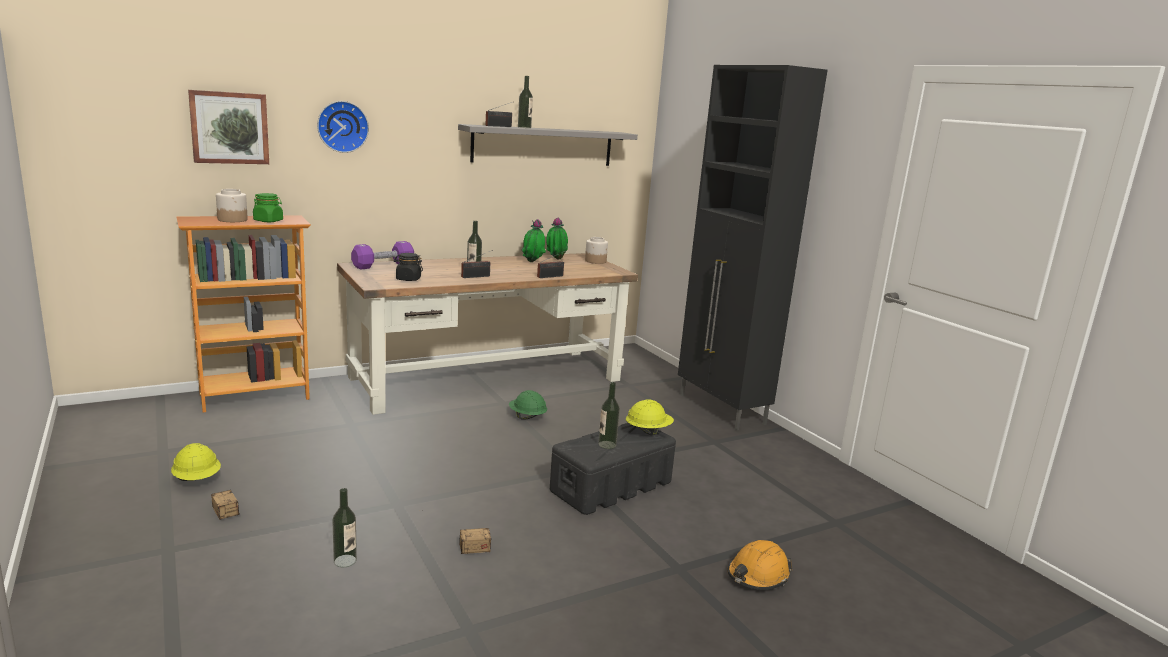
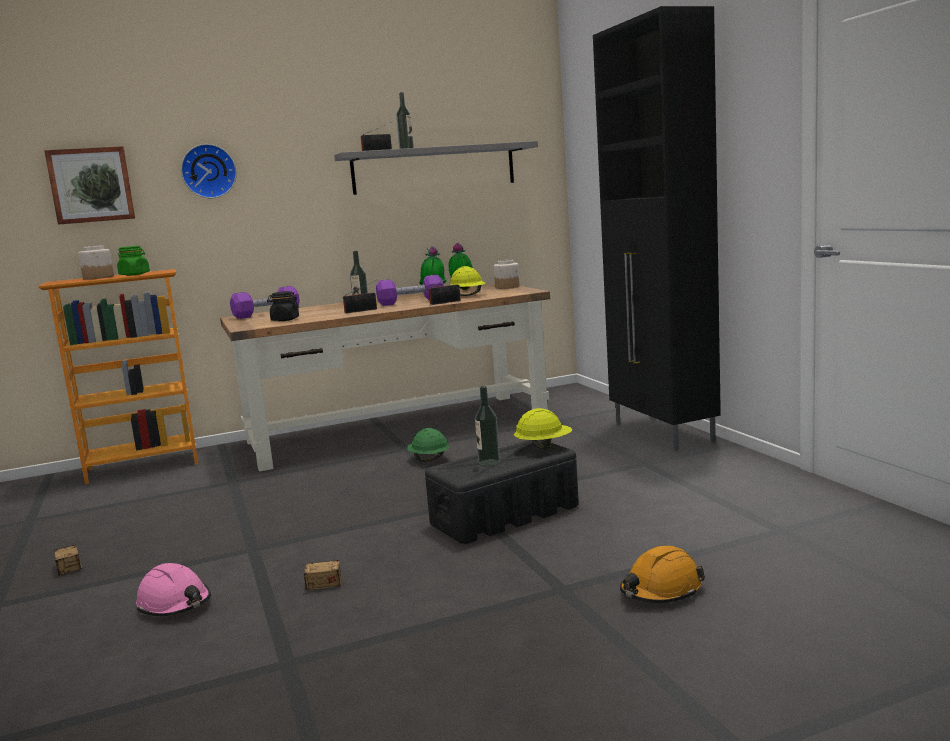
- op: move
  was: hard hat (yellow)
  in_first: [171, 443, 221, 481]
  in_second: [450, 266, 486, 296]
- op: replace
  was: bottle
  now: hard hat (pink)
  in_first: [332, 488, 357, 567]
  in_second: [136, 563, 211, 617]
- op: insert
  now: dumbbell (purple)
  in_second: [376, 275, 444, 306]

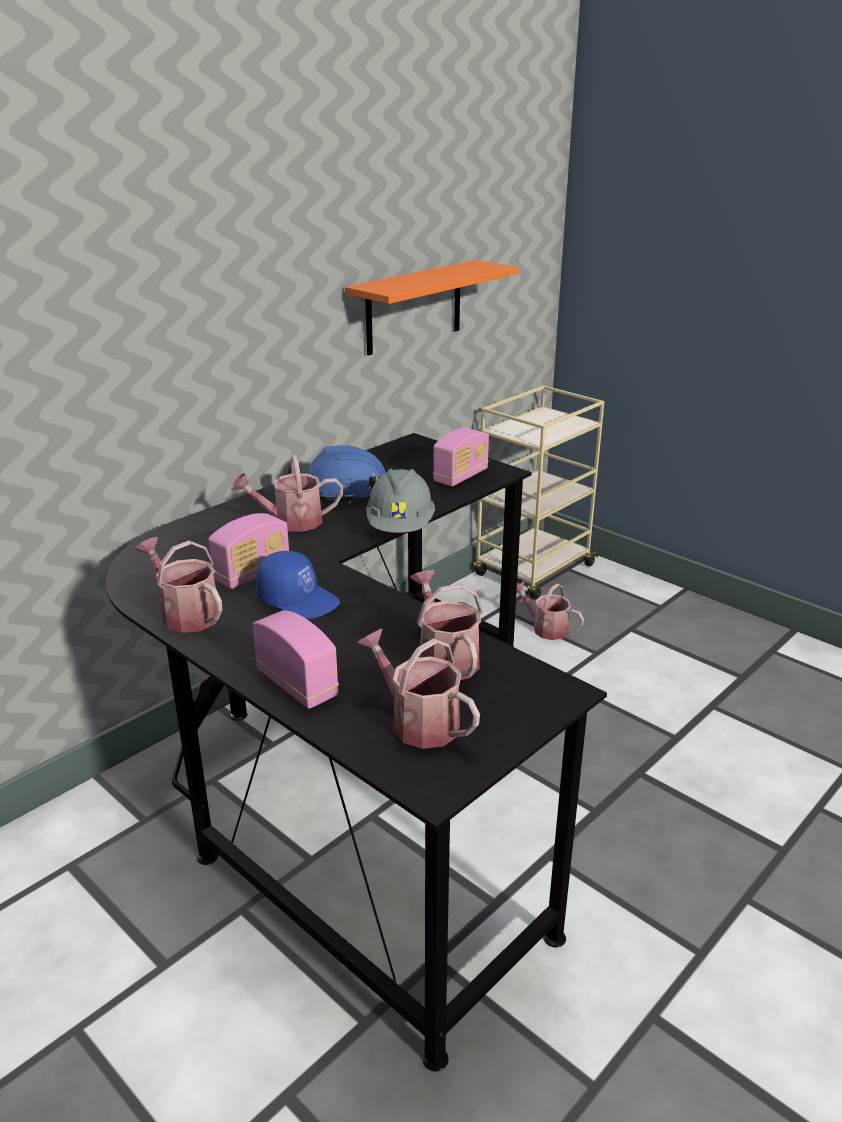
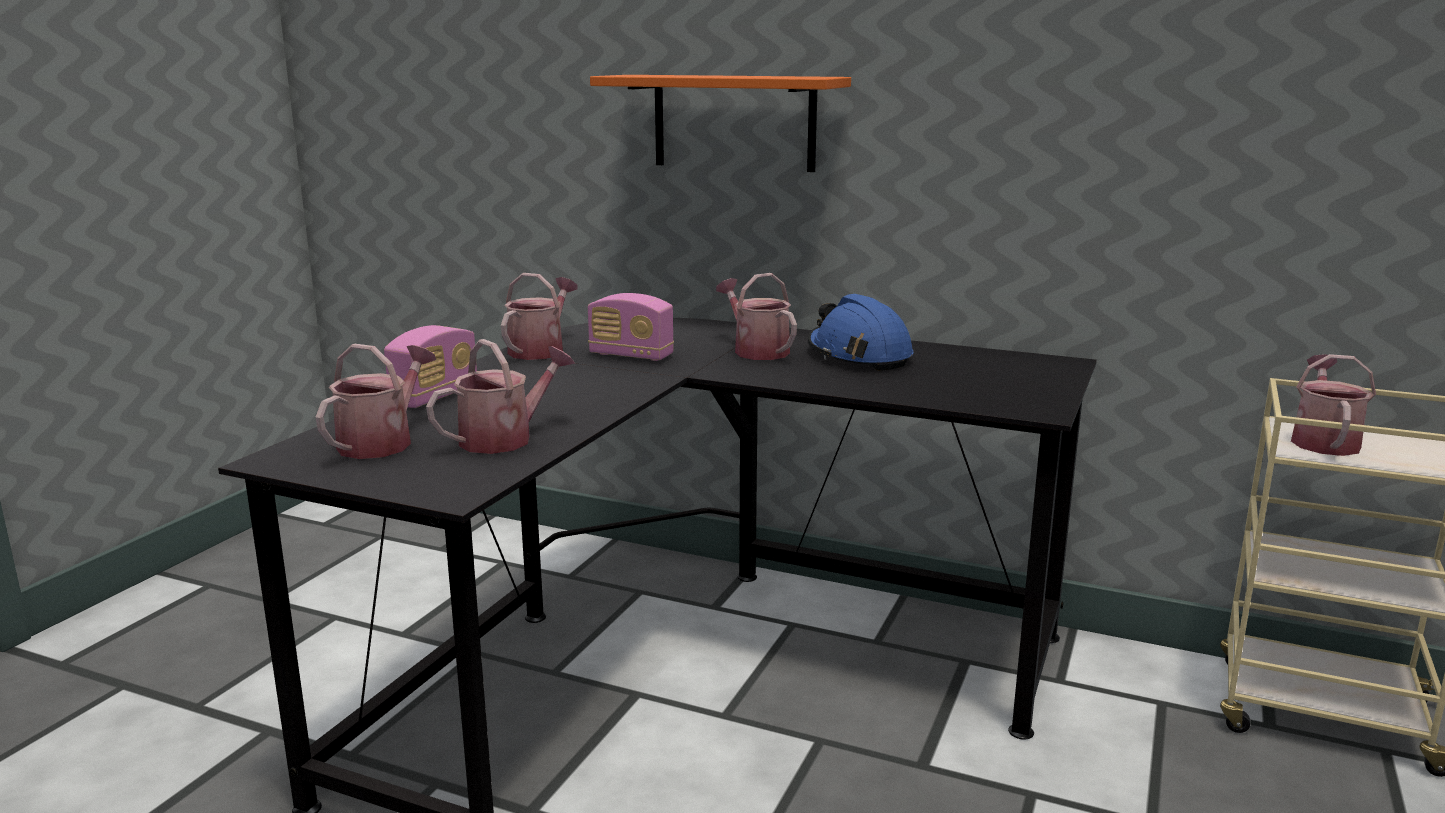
- op: move
  was: shelf (orange)
  in_first: [345, 260, 519, 356]
  in_second: [590, 75, 851, 172]
- op: delete
  was: radio
  in_first: [433, 428, 489, 486]
- op: delete
  was: hard hat (grey)
  in_first: [366, 469, 435, 533]
- op: delete
  was: cap (blue)
  in_first: [256, 551, 340, 619]
- op: move
  was: watering can
  in_first: [517, 581, 584, 640]
  in_second: [1291, 354, 1376, 456]

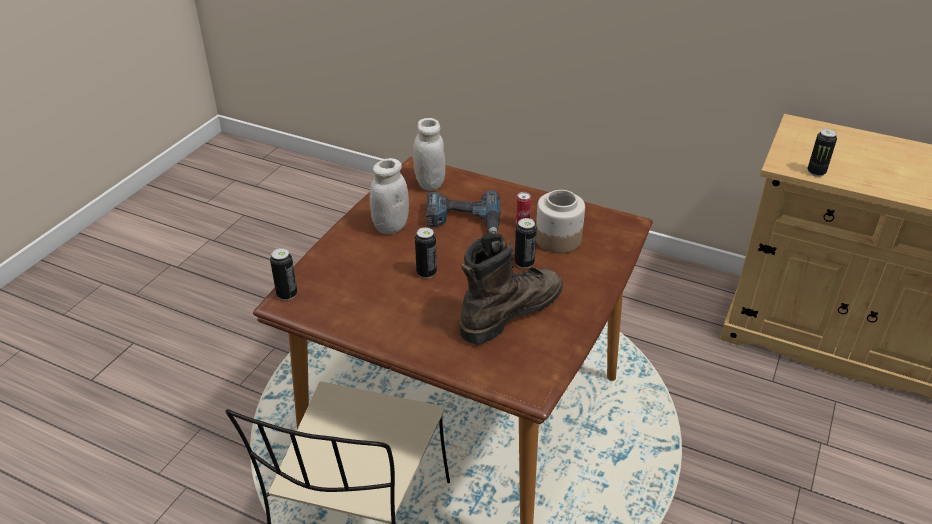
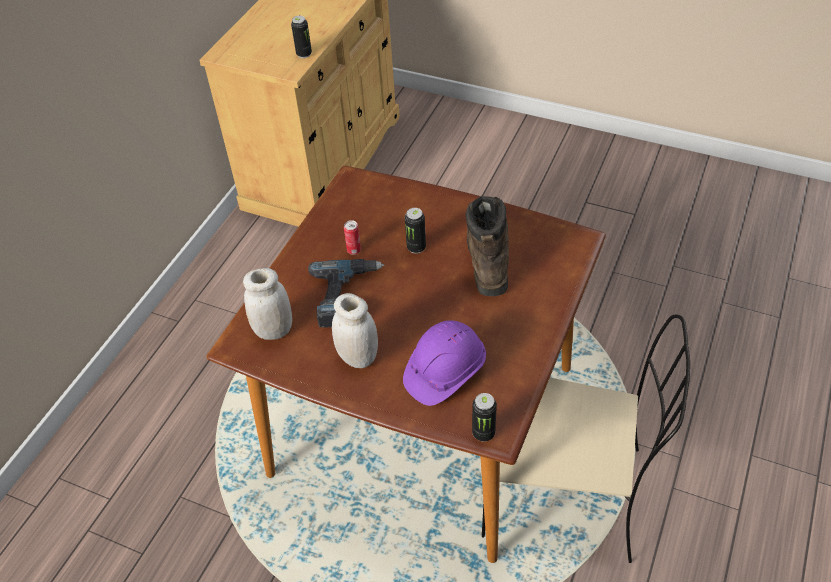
- op: delete
  was: jar
  in_first: [536, 190, 585, 253]
- op: delete
  was: can
  in_first: [415, 227, 437, 278]
- op: rotate
  was: boot (brown)
  in_first: [459, 233, 563, 345]
  in_second: [466, 196, 509, 296]
  clockwise: 45
- op: insert
  now: hard hat (purple)
  in_second: [403, 320, 486, 406]

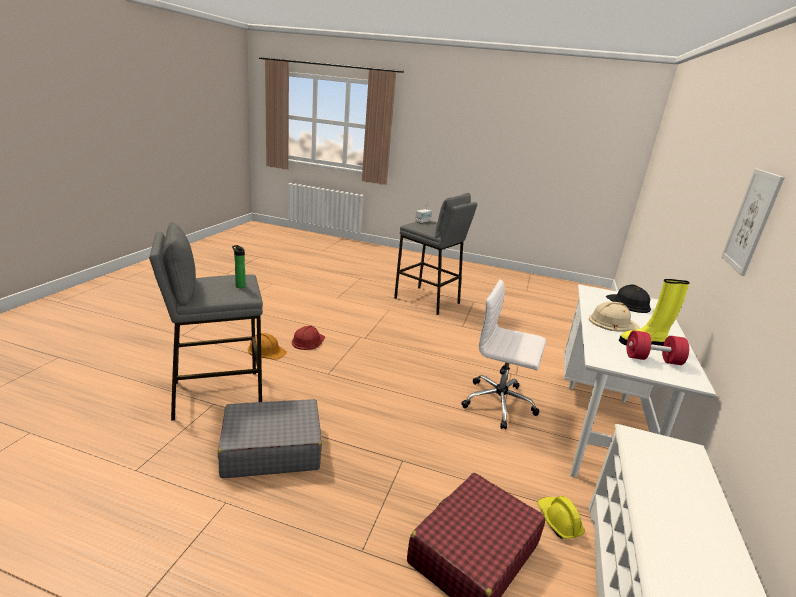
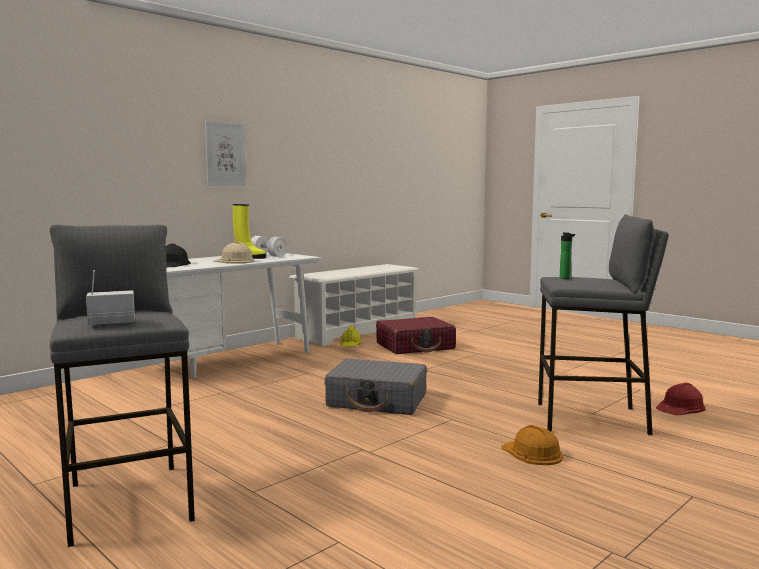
- op: delete
  was: office chair (white)
  in_first: [461, 279, 546, 429]
- op: move
  was: hard hat (red)
  in_first: [292, 325, 325, 350]
  in_second: [656, 383, 706, 415]
- op: recolor
  was: dumbbell (red)
  now: dumbbell (white)
  in_first: [627, 330, 689, 365]
  in_second: [251, 236, 287, 257]
- op: move
  was: suitcase (grey)
  in_first: [218, 399, 322, 478]
  in_second: [325, 358, 427, 415]

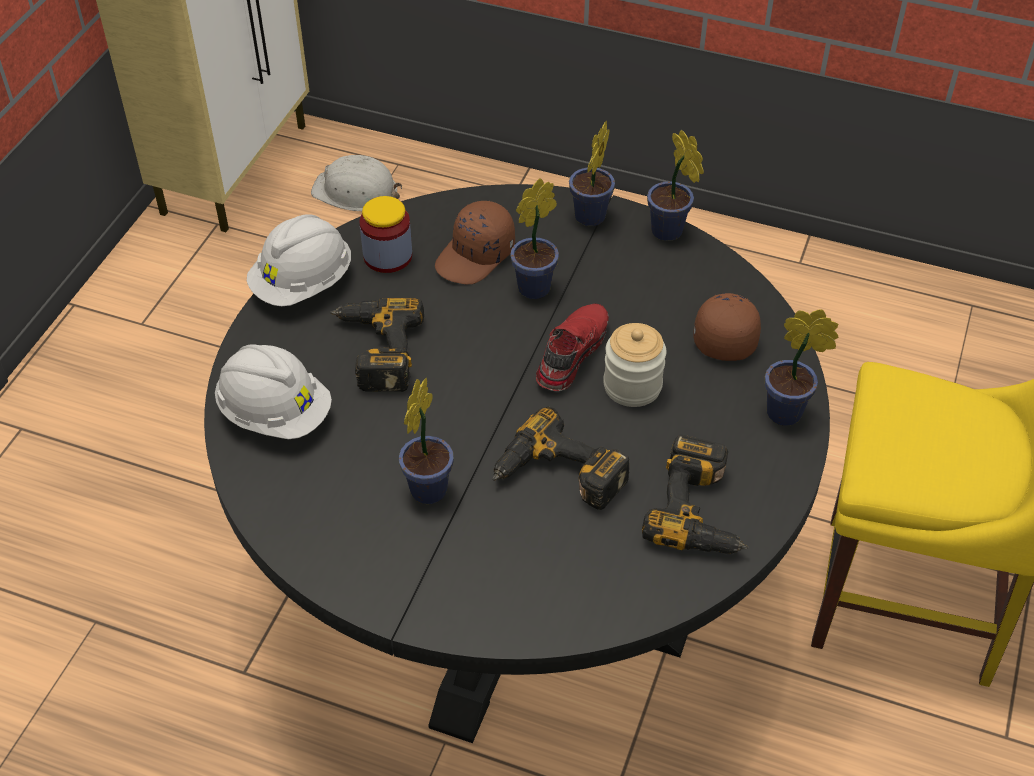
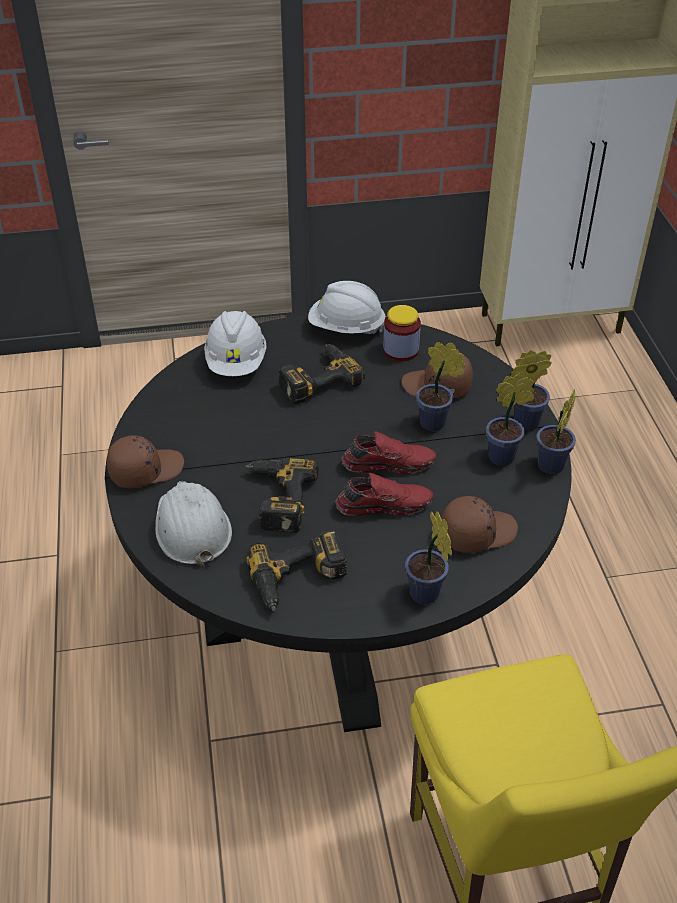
- op: move
  was: hard hat (white)
  in_first: [311, 155, 402, 212]
  in_second: [155, 481, 232, 567]
- op: replace
  was: jar
  now: shoe (red)
  in_first: [603, 323, 666, 407]
  in_second: [335, 473, 434, 516]
- op: move
  was: potted plant
  in_first: [399, 378, 454, 504]
  in_second: [486, 372, 534, 466]
- op: insert
  now: cap (brown)
  in_second: [107, 435, 184, 488]

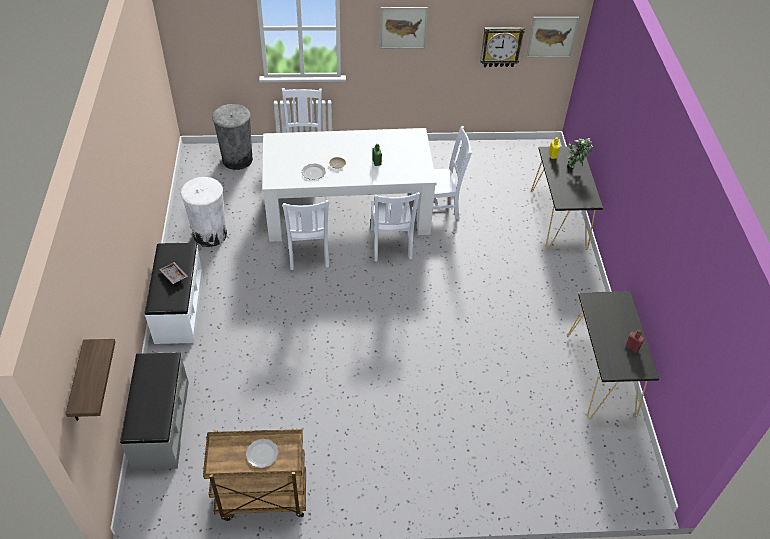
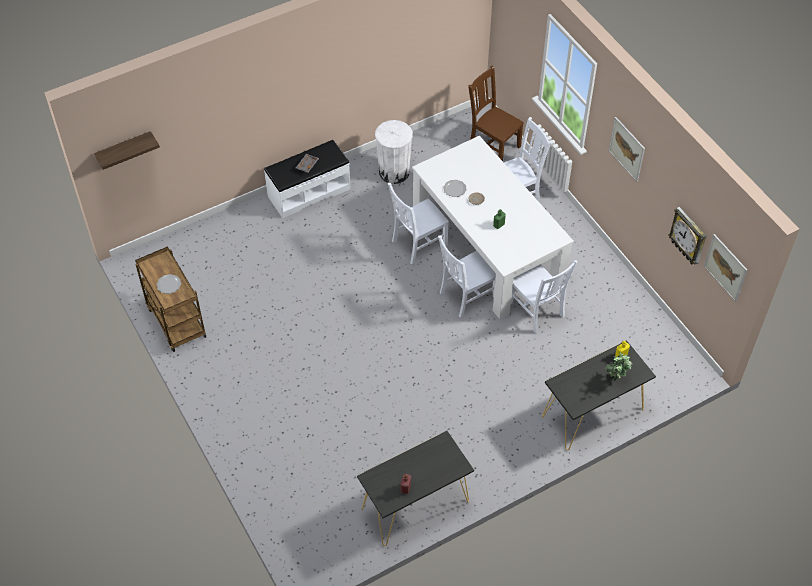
- op: replace
  was: trash can (grey)
  now: chair (brown)
  in_first: [212, 104, 253, 170]
  in_second: [468, 65, 524, 161]
- op: delete
  was: bench (grey)
  in_first: [120, 352, 189, 470]

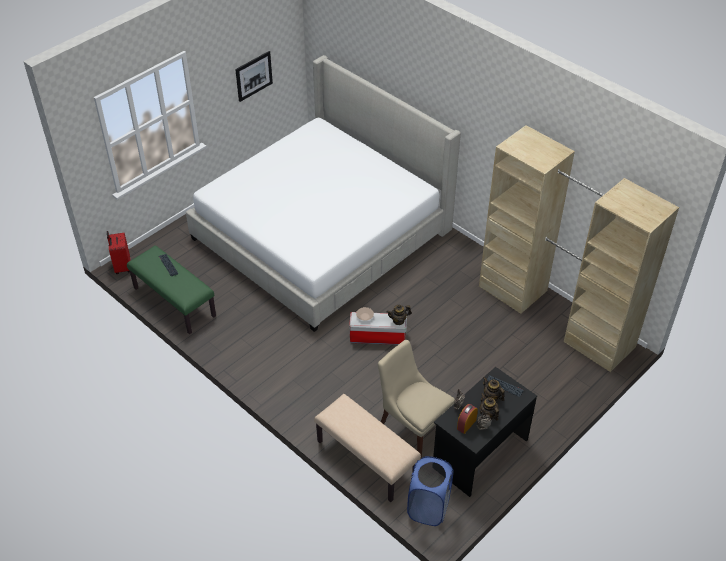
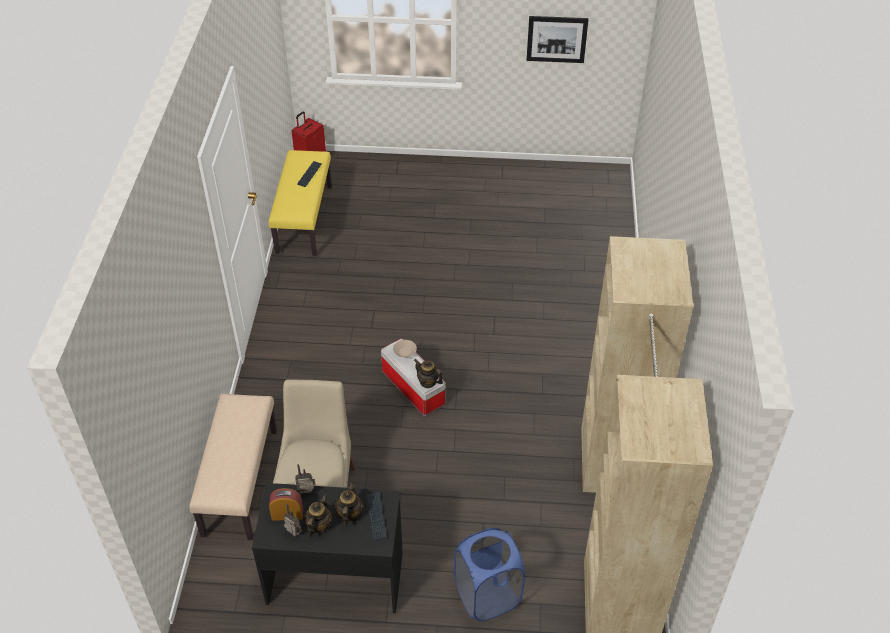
- op: delete
  was: bed
  in_first: [186, 55, 461, 332]
- op: recolor
  was: bench (green)
  now: bench (yellow)
  in_first: [127, 245, 216, 335]
  in_second: [268, 150, 332, 256]
- op: move
  was: laundry basket (blue)
  in_first: [407, 456, 453, 526]
  in_second: [454, 528, 525, 621]

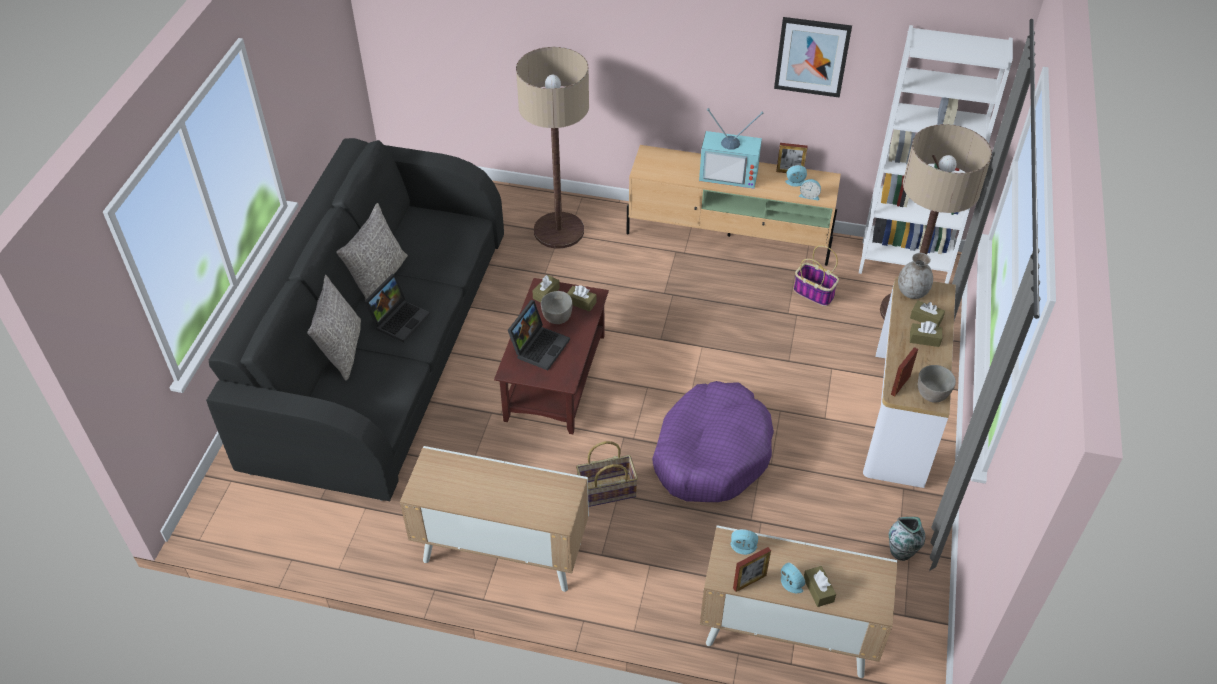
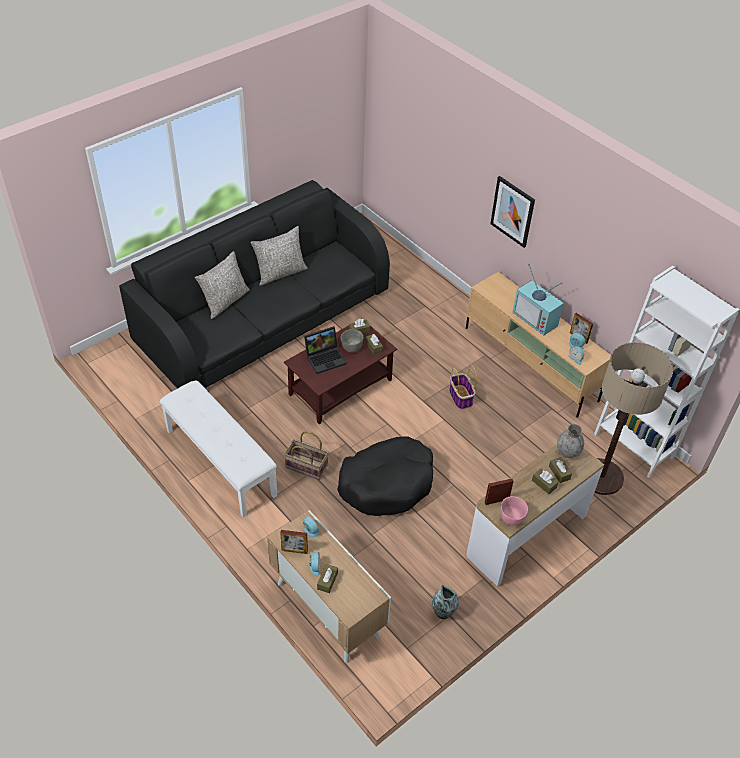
- op: move
  was: picture
  in_first: [774, 17, 852, 98]
  in_second: [490, 176, 535, 248]
- op: delete
  was: floor lamp
  in_first: [516, 47, 589, 249]
- op: move
  was: basket
  in_first: [793, 245, 839, 307]
  in_second: [449, 365, 477, 410]
- op: delete
  was: laptop
  in_first: [364, 274, 430, 342]
- op: recolor
  was: bowl (grey)
  now: bowl (pink)
  in_first: [918, 365, 956, 403]
  in_second: [501, 496, 528, 526]
- op: recolor
  was: dog bed (purple)
  now: dog bed (black)
  in_first: [652, 381, 774, 502]
  in_second: [337, 436, 433, 516]
- op: replace
  was: cabinet
  now: bench (white)
  in_first: [400, 446, 589, 592]
  in_second: [160, 380, 277, 517]

